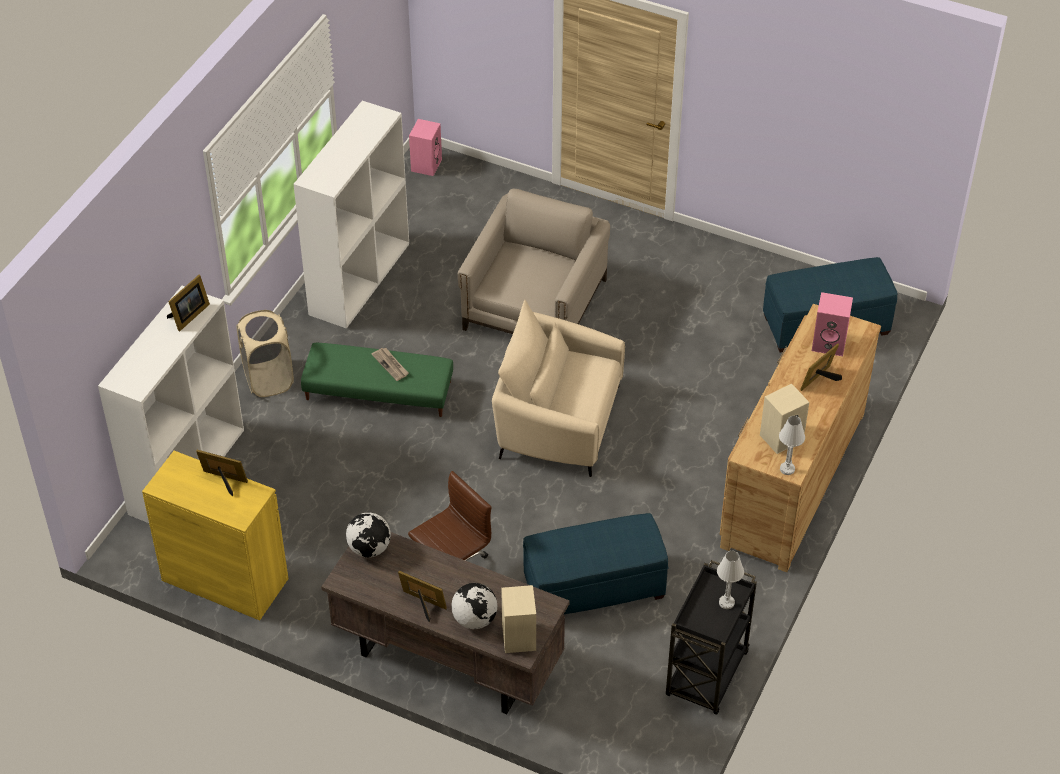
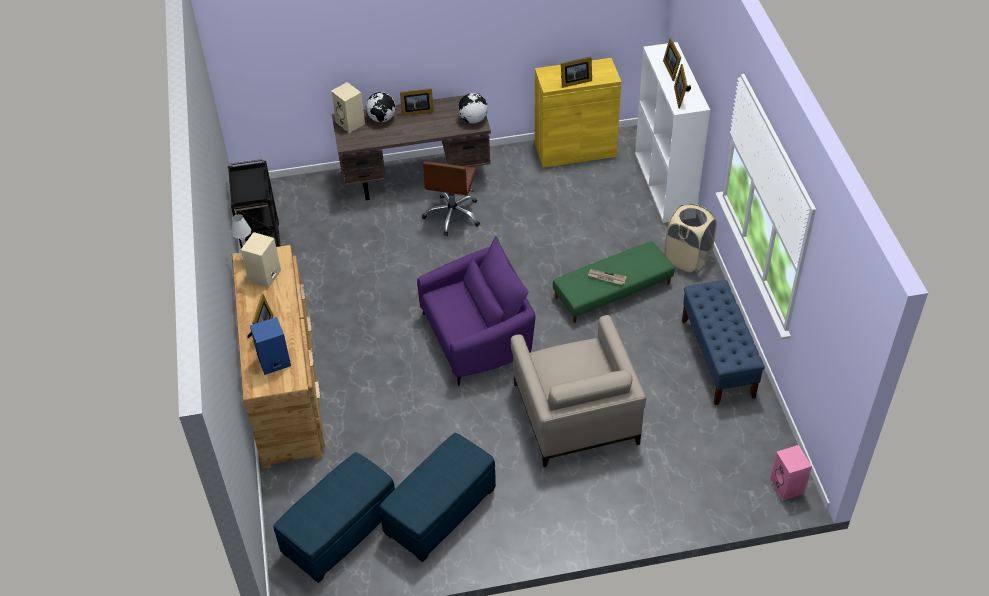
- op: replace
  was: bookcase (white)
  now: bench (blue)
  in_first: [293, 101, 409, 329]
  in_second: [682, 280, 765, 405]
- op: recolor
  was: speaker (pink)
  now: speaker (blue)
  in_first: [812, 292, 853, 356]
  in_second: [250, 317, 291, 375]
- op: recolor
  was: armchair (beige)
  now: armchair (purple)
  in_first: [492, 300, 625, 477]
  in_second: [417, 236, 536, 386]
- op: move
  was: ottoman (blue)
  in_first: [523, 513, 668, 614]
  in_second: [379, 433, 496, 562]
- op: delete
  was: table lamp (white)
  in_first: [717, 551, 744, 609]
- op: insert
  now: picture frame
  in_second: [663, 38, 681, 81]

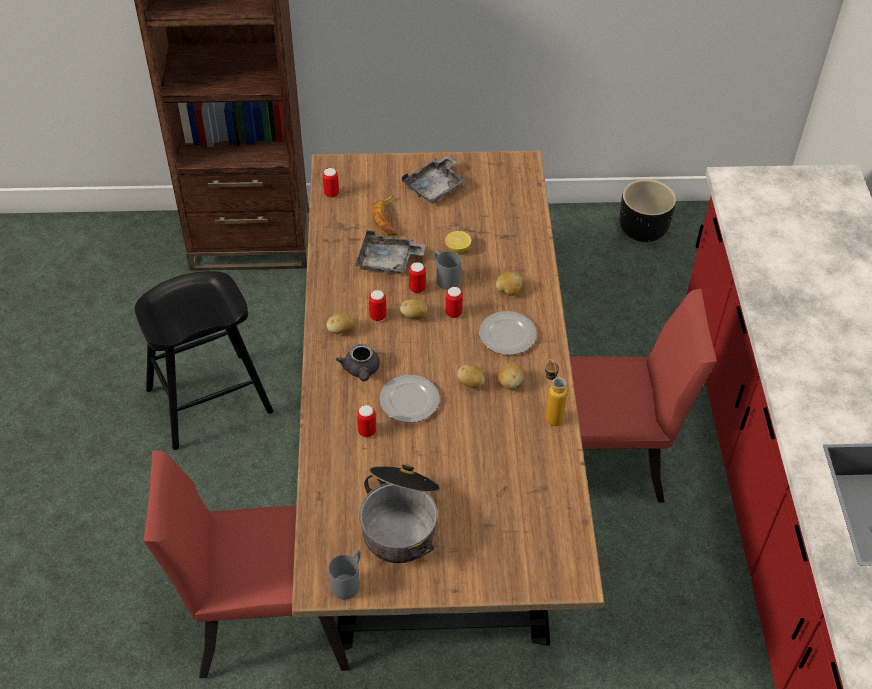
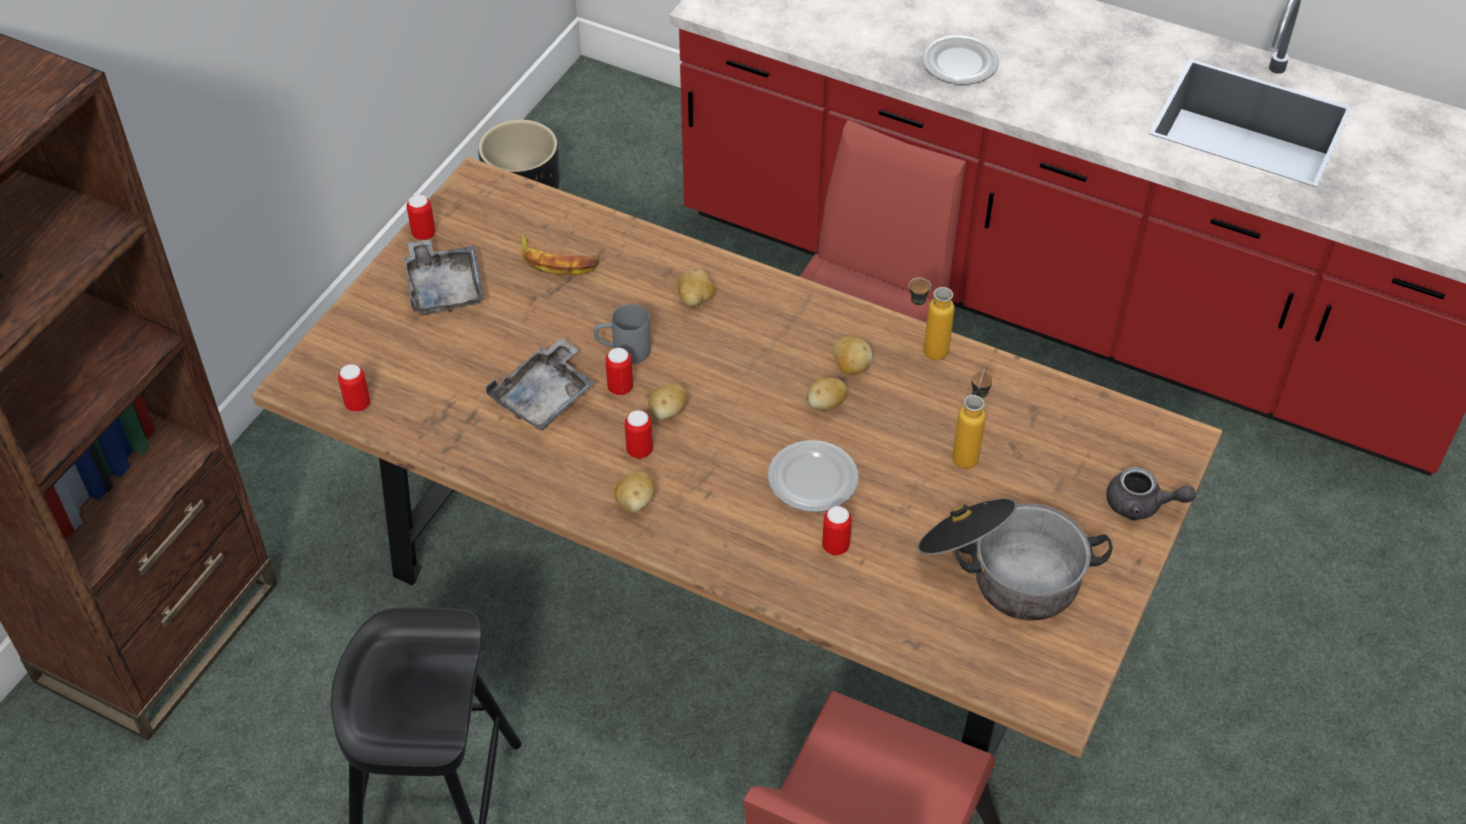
- op: move
  was: banana
  in_first: [372, 195, 398, 236]
  in_second: [520, 234, 600, 275]
- op: delete
  was: lemon
  in_first: [445, 231, 471, 253]
- op: move
  was: can
  in_first: [446, 287, 463, 318]
  in_second: [407, 194, 435, 240]
- op: move
  was: plate
  in_first: [479, 311, 537, 355]
  in_second: [922, 35, 999, 85]
- op: move
  was: teapot (grey)
  in_first: [336, 344, 380, 381]
  in_second: [1106, 467, 1196, 521]
- op: delete
  was: mug (grey)
  in_first: [329, 550, 361, 600]
- op: insert
  now: bottle
  in_second: [952, 368, 992, 469]

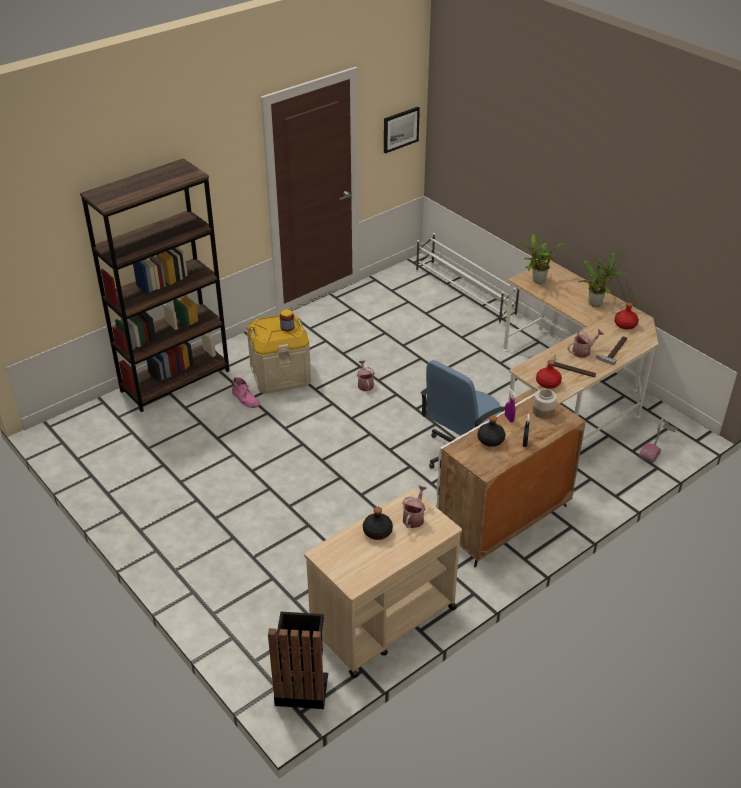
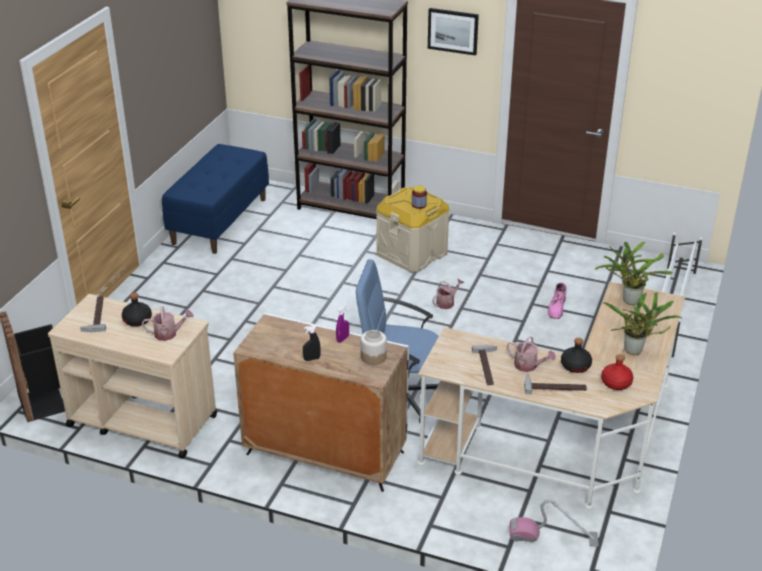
- op: move
  was: picture
  in_first: [384, 107, 420, 153]
  in_second: [428, 8, 479, 56]
- op: delete
  was: bottle (red)
  in_first: [536, 360, 562, 389]
- op: move
  was: boot (pink)
  in_first: [232, 377, 260, 408]
  in_second: [548, 283, 567, 319]
- op: move
  was: bottle (black)
  in_first: [478, 415, 505, 447]
  in_second: [561, 338, 592, 373]
- op: insert
  now: bench (blue)
  in_second: [162, 144, 269, 254]
- op: insert
  now: hammer
  in_second: [80, 296, 106, 332]

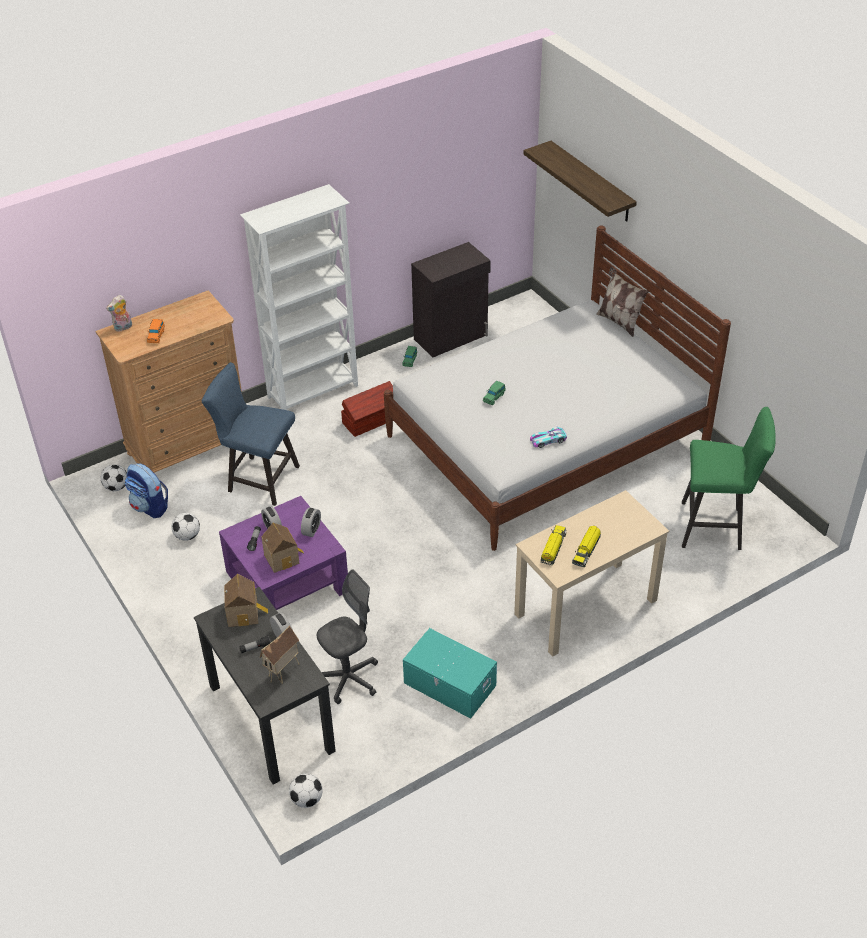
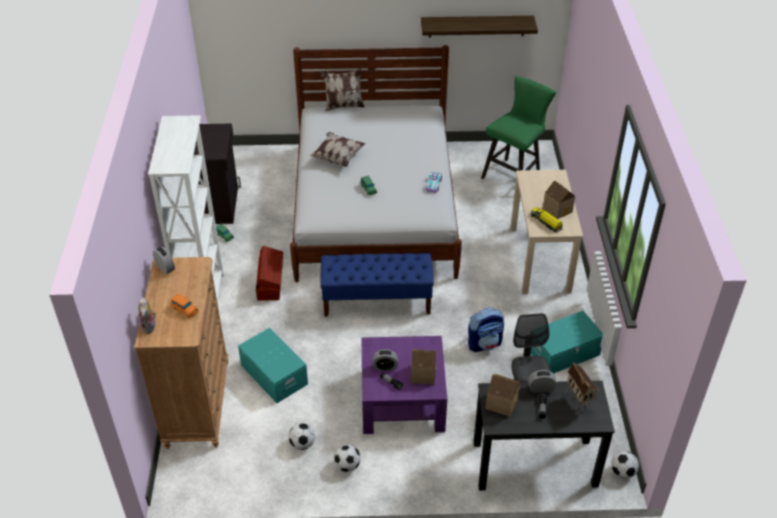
- op: move
  was: shelf
  in_first: [523, 141, 637, 222]
  in_second: [421, 16, 538, 38]
- op: replace
  was: chair (blue)
  now: storage box (turquoise)
  in_first: [202, 362, 300, 506]
  in_second: [238, 328, 308, 403]
- op: move
  was: backpack
  in_first: [125, 463, 168, 518]
  in_second: [468, 308, 504, 352]
- op: move
  was: football
  in_first: [100, 465, 127, 491]
  in_second: [334, 445, 361, 472]
- op: move
  was: alarm clock
  in_first: [301, 507, 321, 537]
  in_second: [153, 247, 175, 274]
- op: replace
  was: toy truck
  now: toy house
  in_first: [572, 526, 601, 567]
  in_second: [543, 180, 575, 219]
- op: insert
  now: pillow
  in_second: [309, 132, 366, 167]
- op: insert
  now: bench (blue)
  in_second: [320, 253, 434, 317]

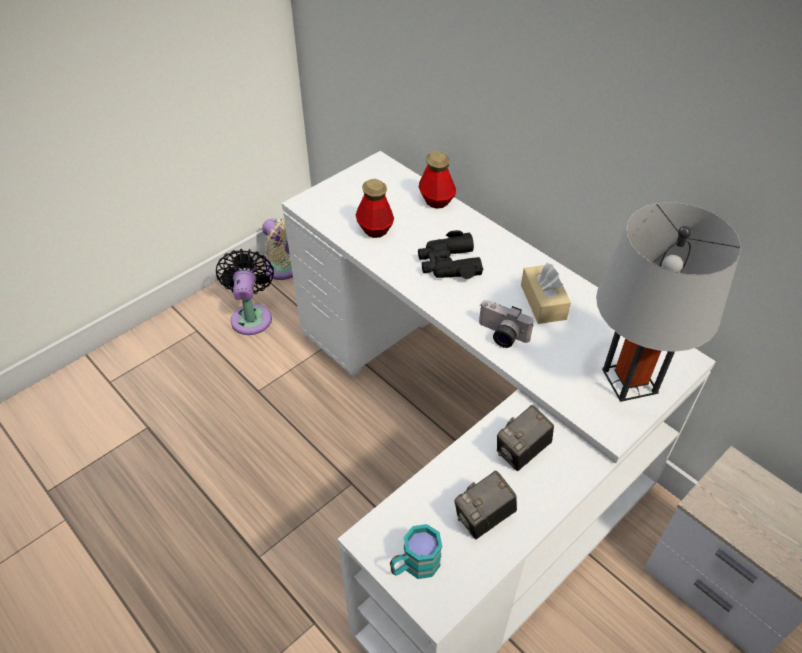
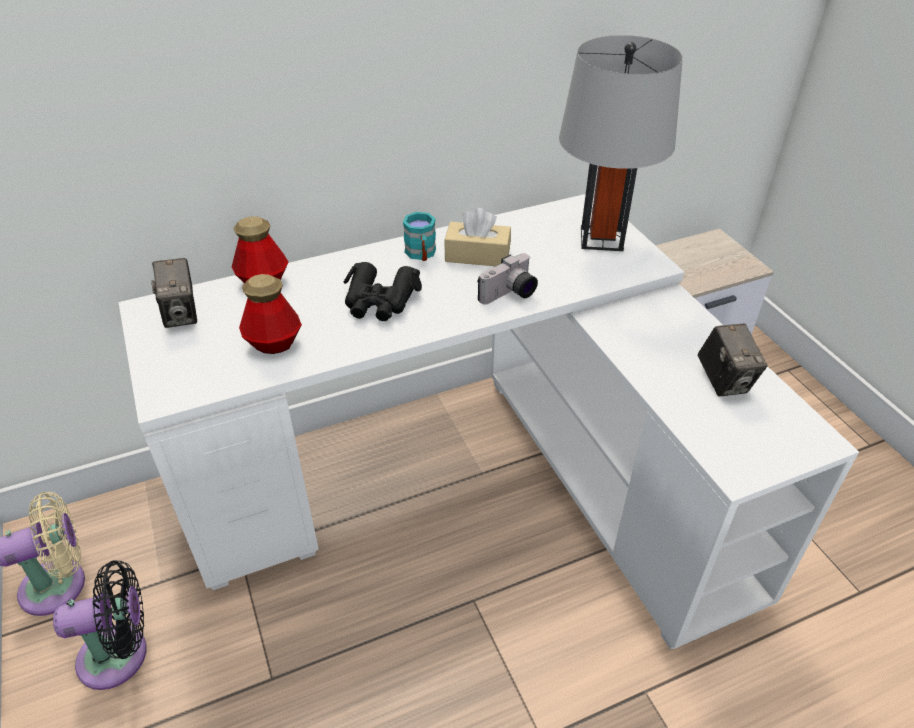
- op: rotate
  was: fan (black)
  in_first: [216, 249, 274, 335]
  in_second: [53, 560, 147, 690]
  clockwise: 150
- op: move
  was: photo camera
  in_first: [497, 405, 554, 471]
  in_second: [151, 258, 197, 328]
- op: move
  was: mug (turquoise)
  in_first: [390, 524, 442, 579]
  in_second: [403, 212, 436, 261]

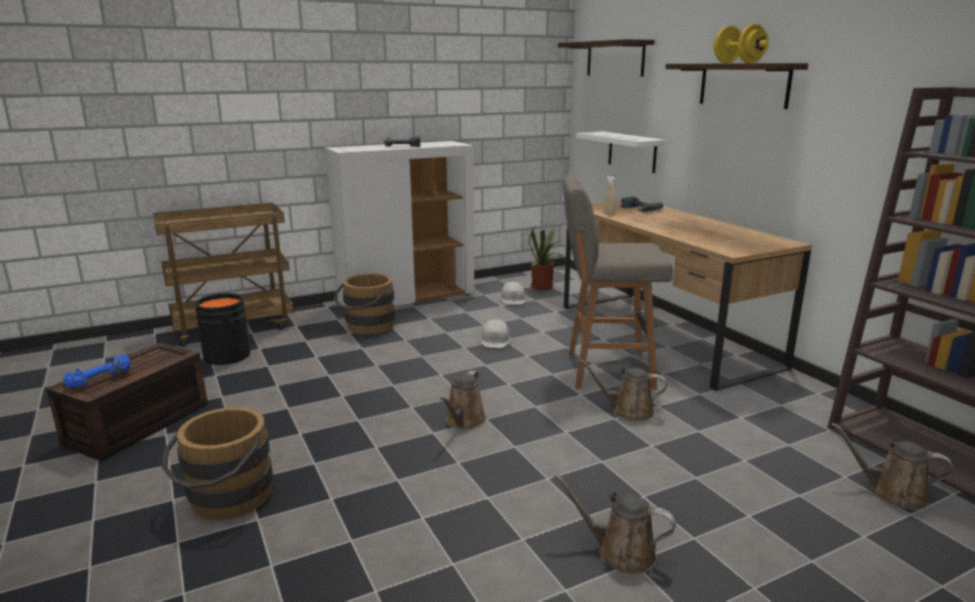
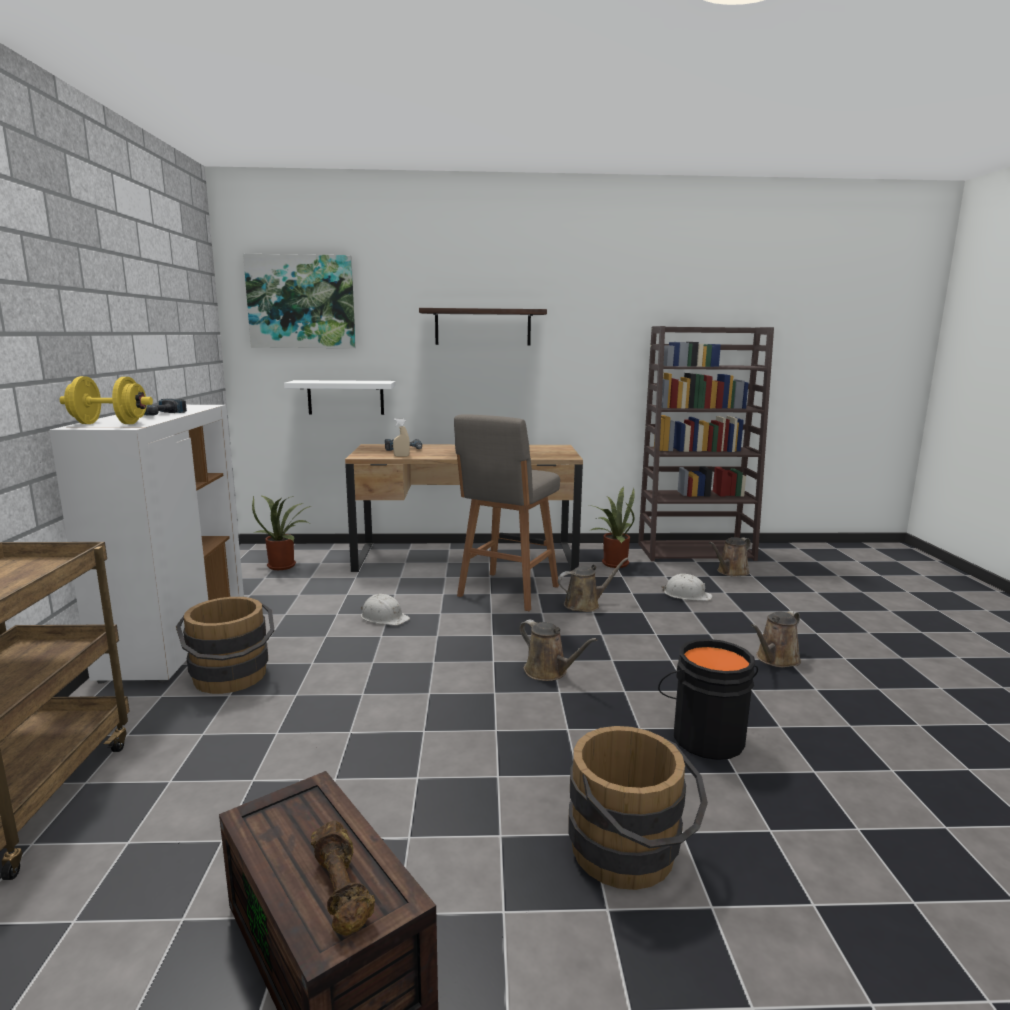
- op: move
  was: dumbbell (yellow)
  in_first: [713, 24, 769, 63]
  in_second: [60, 376, 153, 424]
- op: replace
  was: shelf
  now: picture
  in_first: [558, 39, 655, 77]
  in_second: [243, 254, 356, 348]
- op: move
  was: hard hat (white)
  in_first: [499, 281, 526, 305]
  in_second: [661, 574, 712, 601]
- op: move
  was: bucket (black)
  in_first: [194, 293, 253, 365]
  in_second: [658, 639, 758, 760]
- op: recolor
  was: dumbbell (blue)
  now: dumbbell (brown)
  in_first: [63, 354, 130, 388]
  in_second: [311, 820, 375, 936]
- op: rotate
  was: watering can (brown)
  in_first: [579, 359, 667, 421]
  in_second: [558, 557, 629, 612]
  clockwise: -150
- op: insert
  now: potted plant
  in_second: [590, 486, 635, 568]

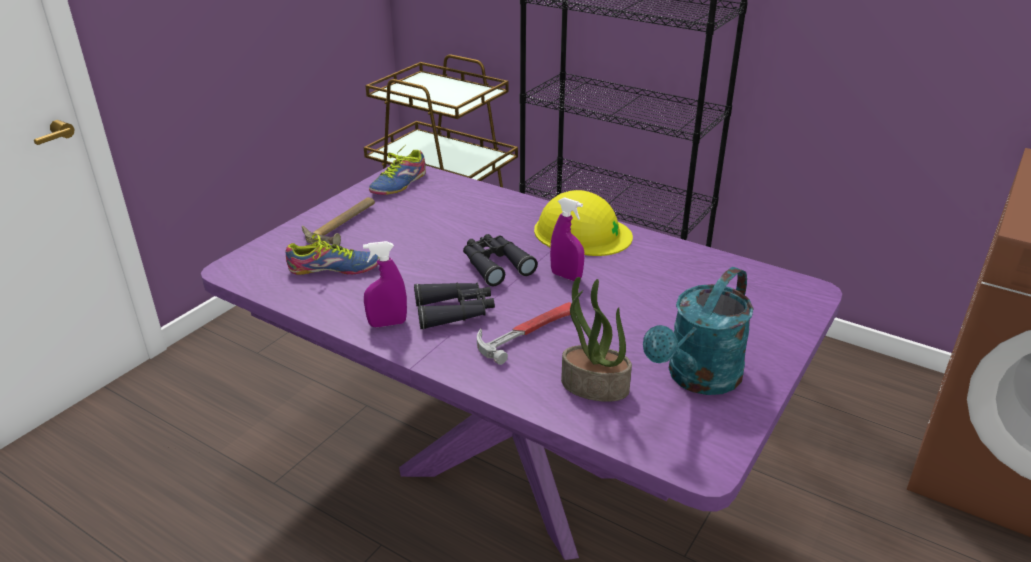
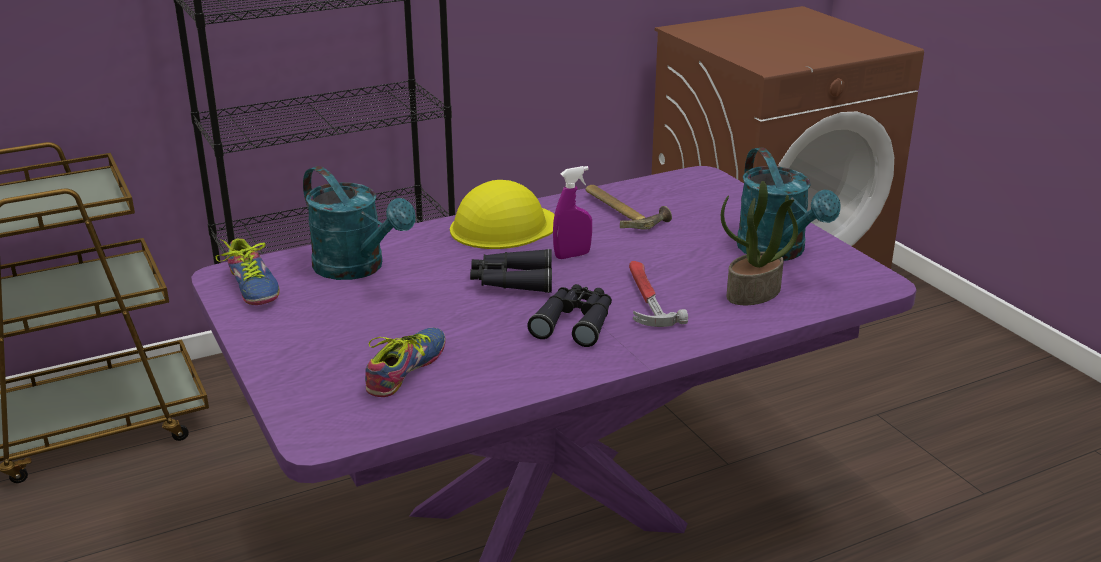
- op: move
  was: hammer
  in_first: [302, 197, 375, 246]
  in_second: [585, 185, 672, 230]
- op: delete
  was: spray bottle (purple)
  in_first: [363, 241, 407, 328]
- op: insert
  now: watering can (turquoise)
  in_second: [303, 166, 416, 280]

